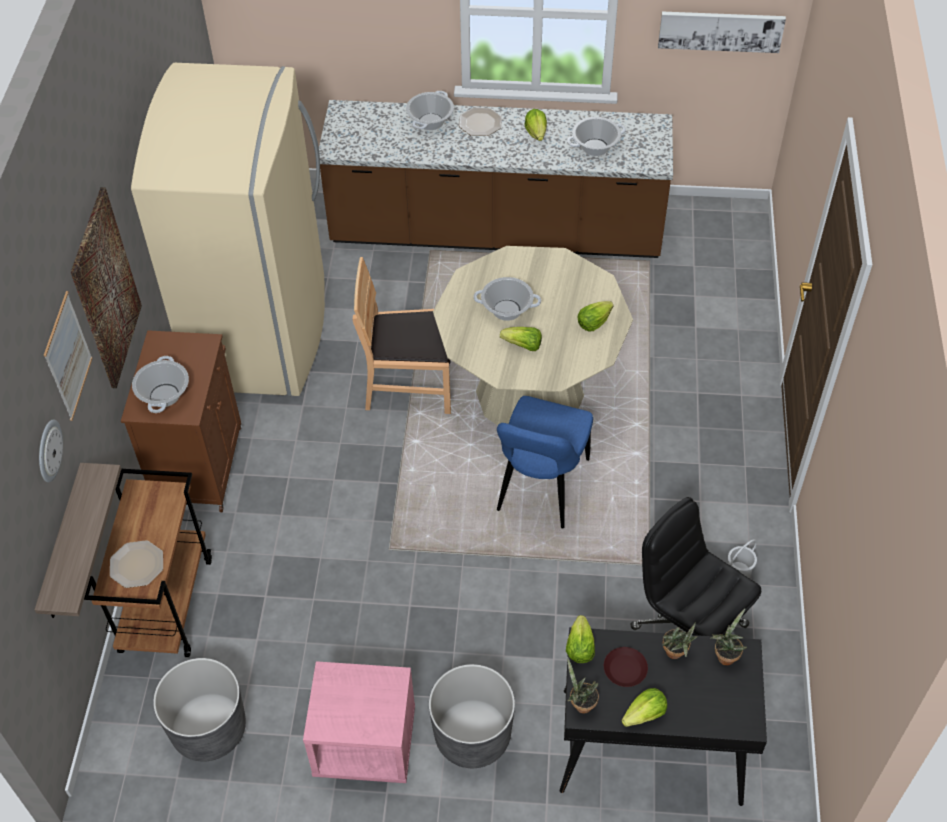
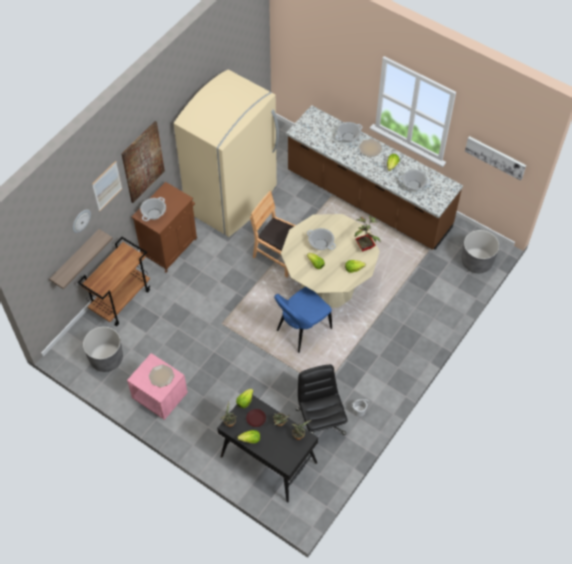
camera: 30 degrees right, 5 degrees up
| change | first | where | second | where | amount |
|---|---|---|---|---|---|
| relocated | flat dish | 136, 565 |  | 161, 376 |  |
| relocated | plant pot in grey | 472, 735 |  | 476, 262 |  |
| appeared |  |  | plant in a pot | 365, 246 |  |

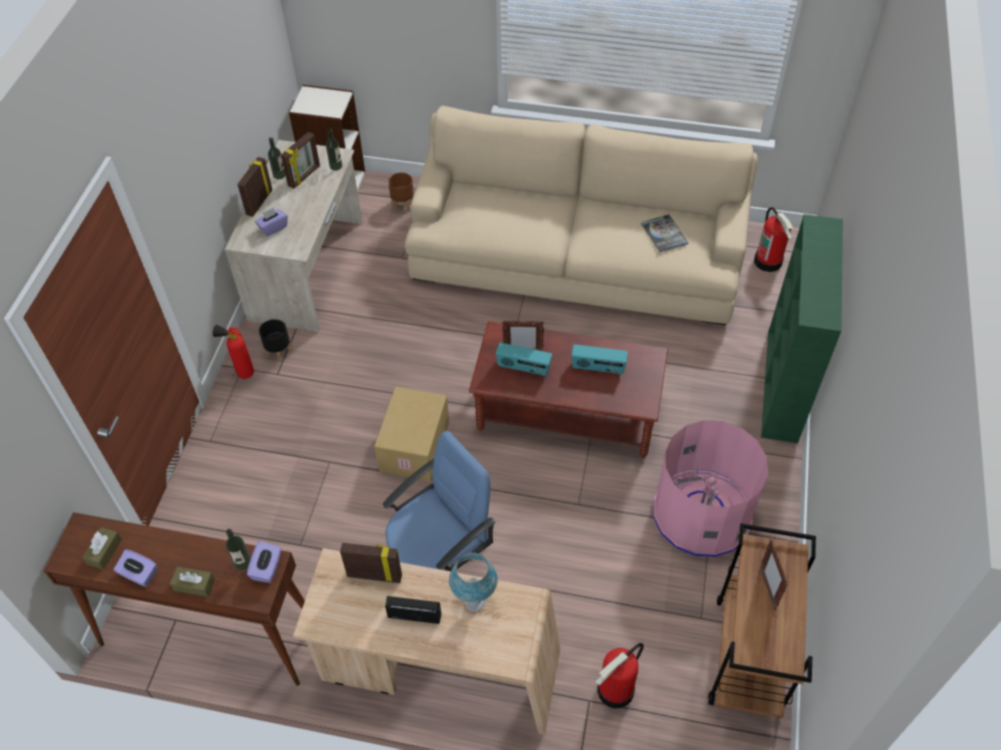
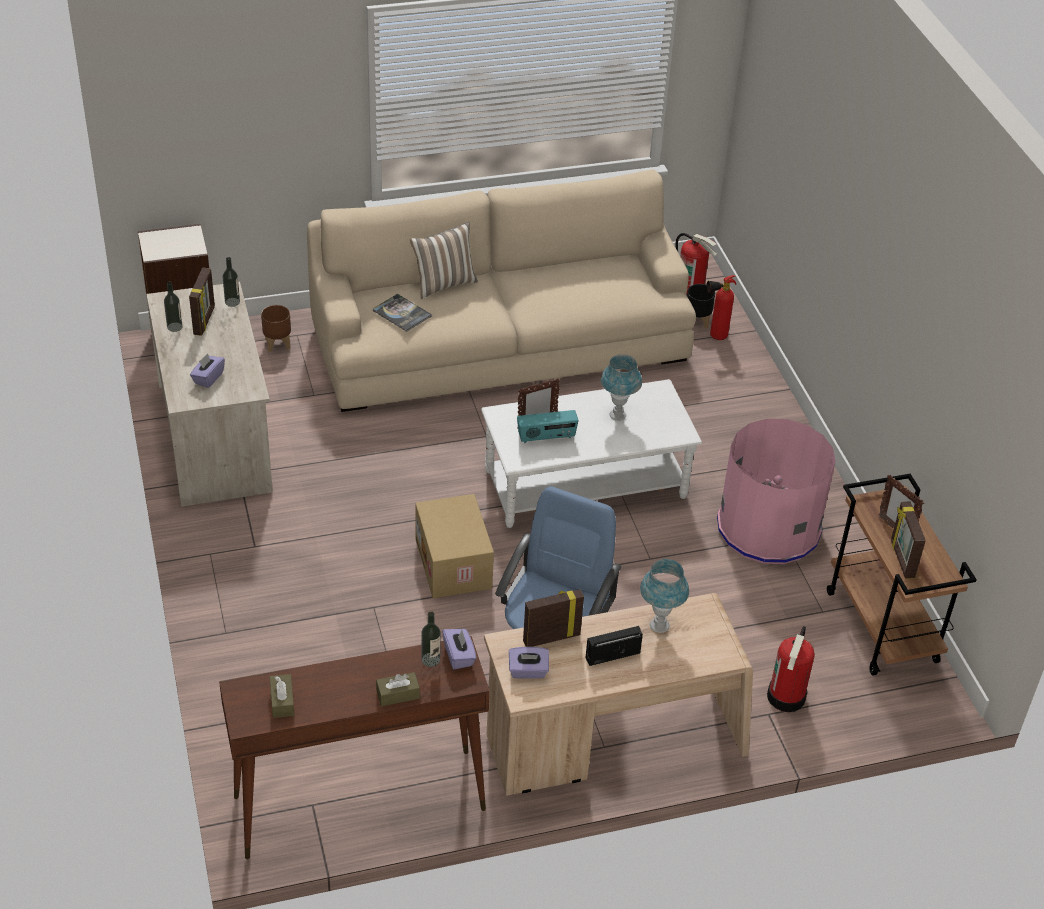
camera: 30 degrees left, 10 degrees down
| change | first | where | second | where | amount |
|---|---|---|---|---|---|
| relocated | tissue box in purple | 139, 574 |  | 528, 671 |  |
| relocated | fire extinguisher | 242, 373 |  | 714, 337 |  |
| relocated | picture frame | 258, 202 |  | 901, 559 |  |
| relocated | plant pot in blackish | 278, 352 |  | 696, 321 |  |
| colour | lounge table in brown | 567, 413 | lounge table in whitish | 586, 484 |  |
| exchanged | radio | 598, 368 | table lamp in bluish | 617, 415 |  |
| relocated | bound book | 664, 234 |  | 402, 313 |  |
| missing | bookshelf in greenish | 782, 386 |  |  |  |
| appeared |  |  | pillow | 443, 284 |  |

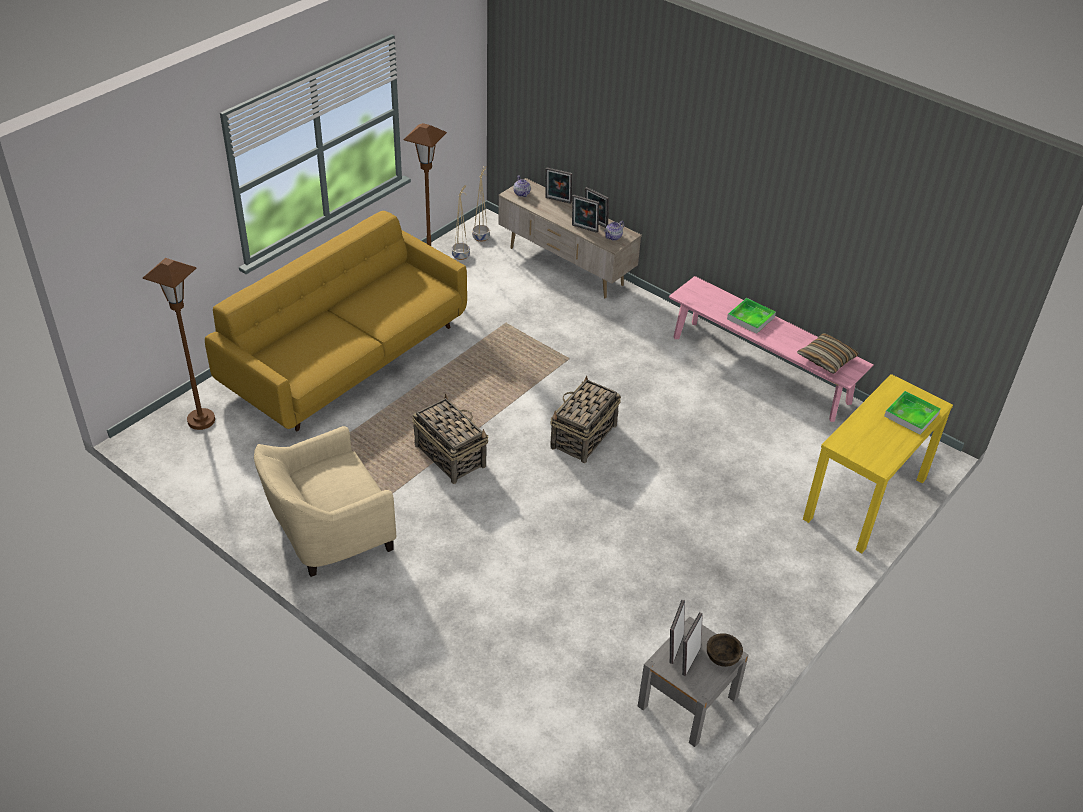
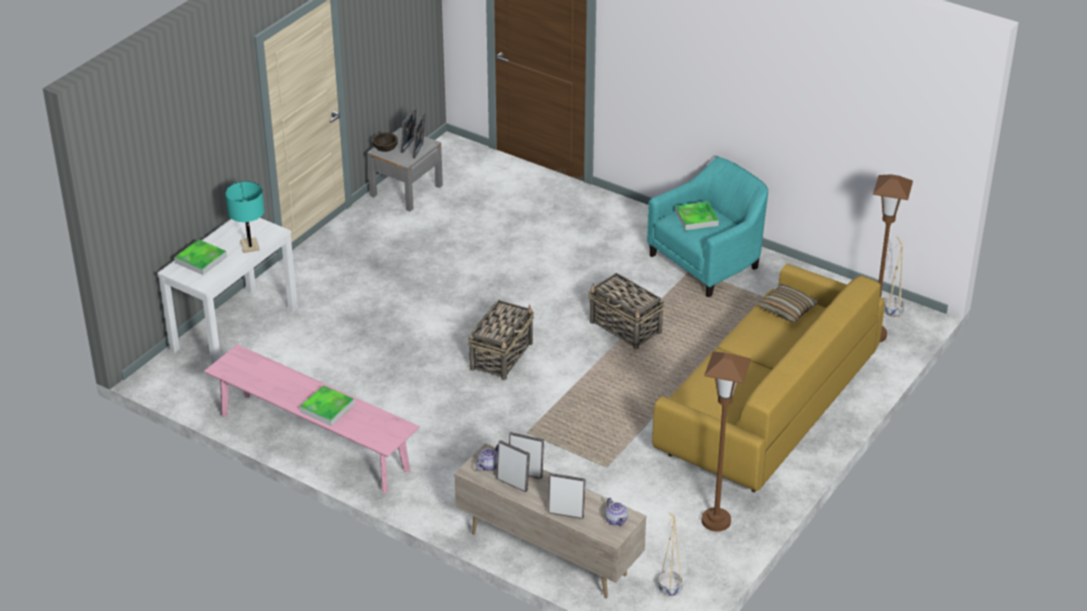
camera: 175 degrees right, 5 degrees down
| change | first | where | second | where | amount |
|---|---|---|---|---|---|
| colour | armchair in sand-coloured | 328, 532 | armchair in blue-green | 708, 262 |  |
| relocated | plant pot in sand-coloured | 461, 255 |  | 892, 311 |  |
| relocated | pillow | 826, 359 |  | 787, 309 |  |
| colour | console table in yellow | 865, 499 | console table in whitish | 234, 328 |  |
| appeared |  |  | table lamp in blue-green | 249, 245 |  |
| appeared |  |  | tray | 696, 218 |  |

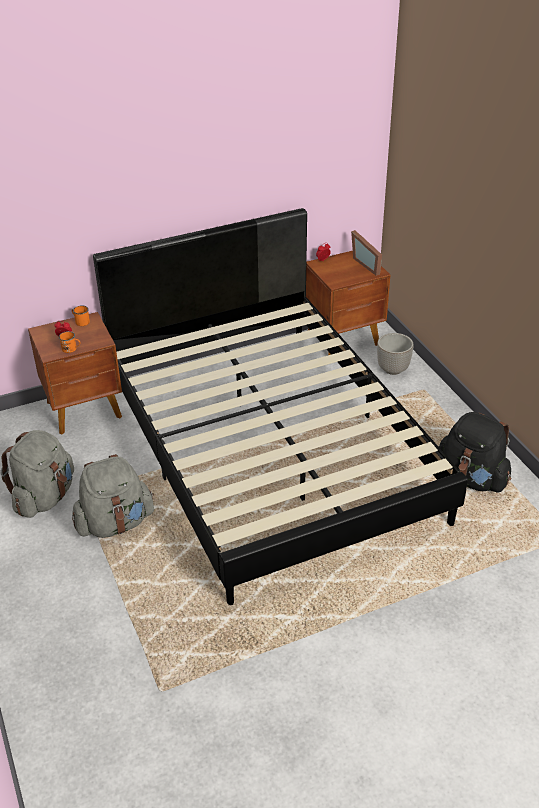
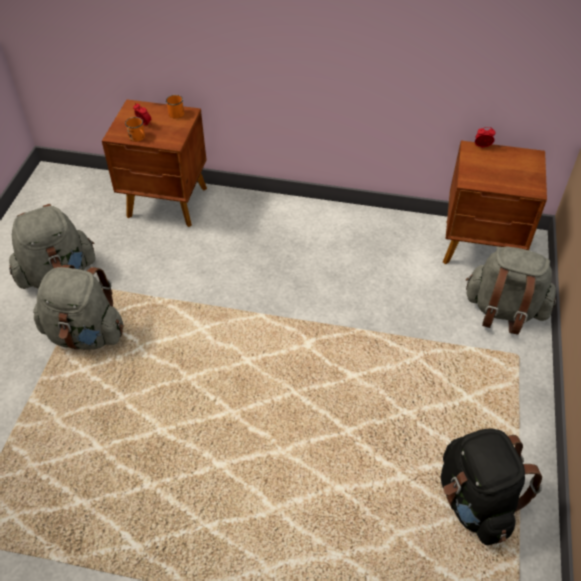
camera: 35 degrees right, 10 degrees up
| change | first | where | second | where | amount |
|---|---|---|---|---|---|
| missing | bedroom bed in blackish | 270, 448 |  |  |  |
| missing | picture frame | 368, 264 |  |  |  |
| exchanged | plant pot | 392, 369 | knapsack in grey | 503, 311 |  |

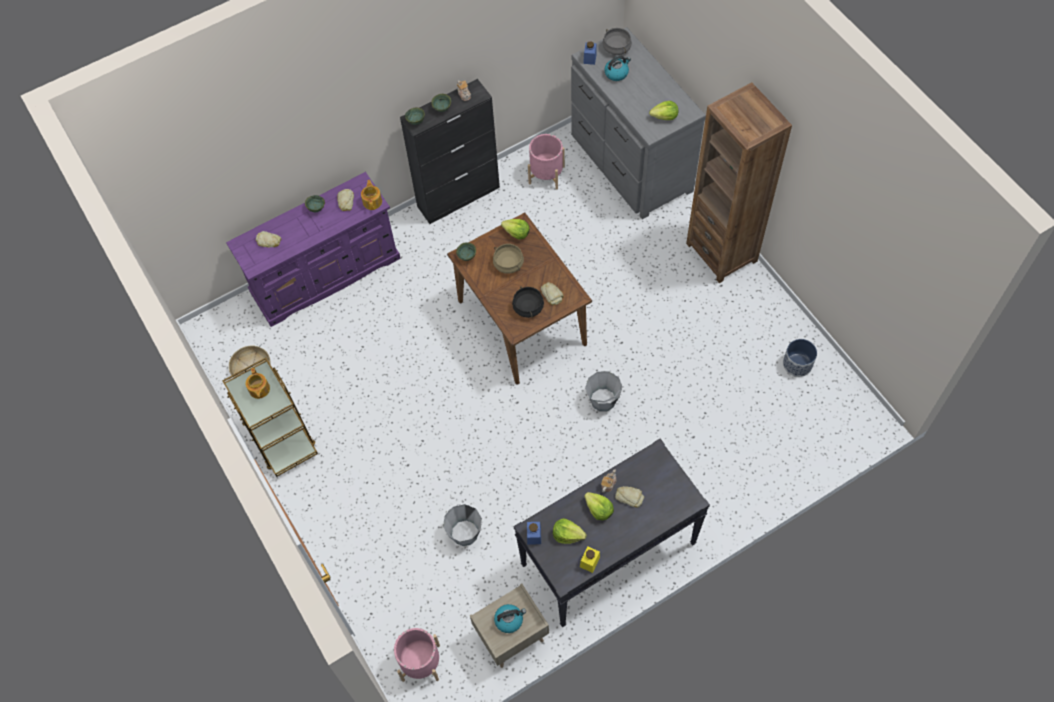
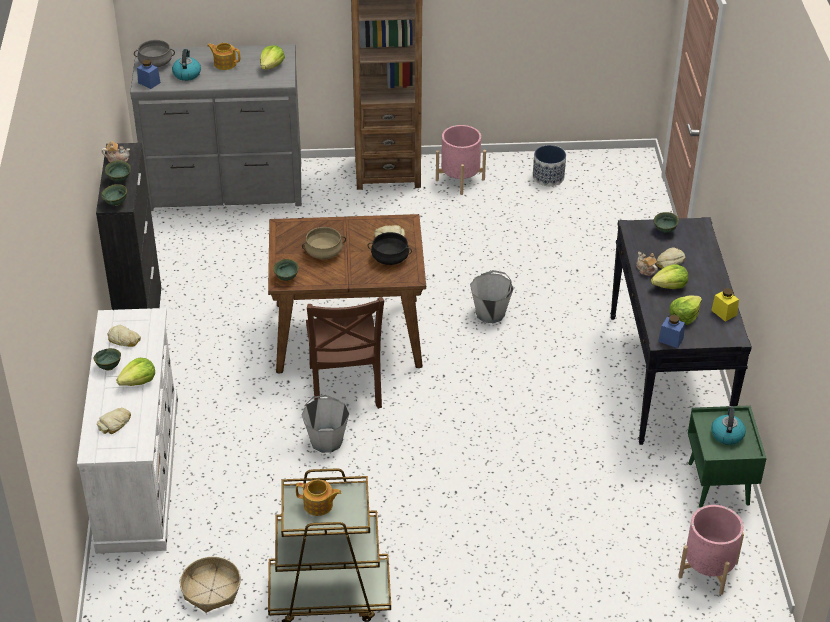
camera: 65 degrees left, 20 degrees down
| change | first | where | second | where | amount |
|---|---|---|---|---|---|
| colour | dresser in purple | 326, 274 | dresser in whitish | 138, 471 |  |
| relocated | teapot | 372, 201 |  | 224, 63 |  |
| relocated | water bucket in grey | 465, 533 |  | 326, 440 |  |
| colour | night table in sand-coloured | 511, 638 | night table in greenish | 719, 484 |  |
| relocated | head of lettuce | 516, 233 |  | 138, 381 |  |
| relocated | plant pot in pink-coloured | 546, 175 |  | 460, 180 |  |
| appeared |  |  | chair in brown | 344, 389 |  |
| appeared |  |  | deep dish in greenish | 665, 230 |  |

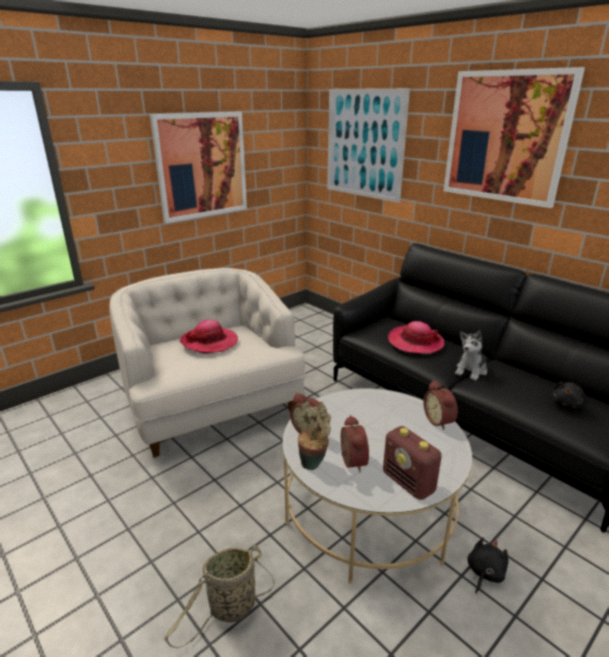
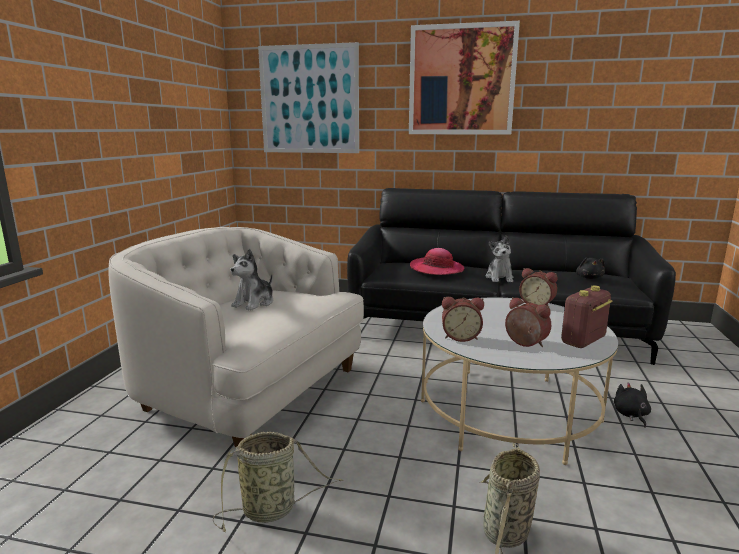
camera: 35 degrees left, 10 degrees down
| change | first | where | second | where | amount |
|---|---|---|---|---|---|
| missing | wall picture | 202, 166 |  |  |  |
| exchanged | wearable hat | 209, 342 | cuddly toy | 254, 303 |  |
| missing | plant in a pot | 314, 462 |  |  |  |
| spun | radio | 409, 483 |  | 583, 341 | 120 degrees clockwise |
| appeared |  |  | storage basket | 273, 509 |  |

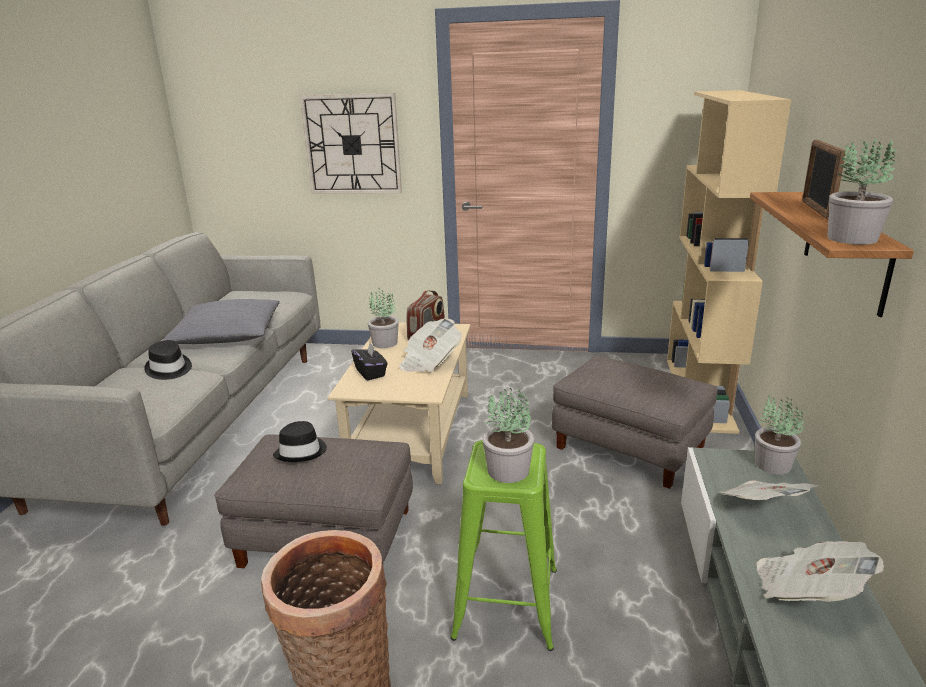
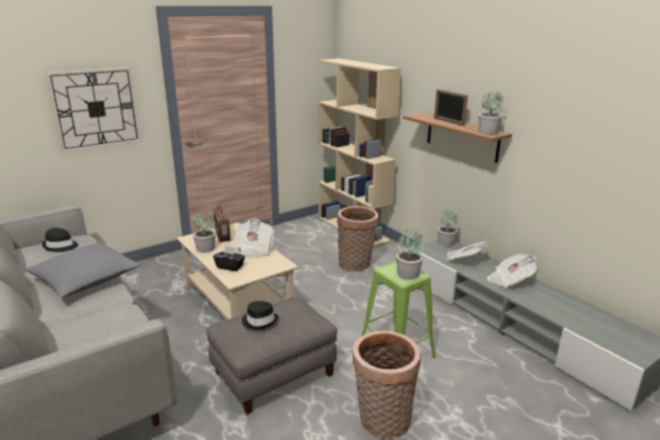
camera: 45 degrees left, 0 degrees up
| change | first | where | second | where | amount |
|---|---|---|---|---|---|
| relocated | wearable hat in blackish | 169, 369 |  | 60, 246 |  |
| exchanged | ottoman in grey | 630, 446 | storage basket | 356, 264 |  |

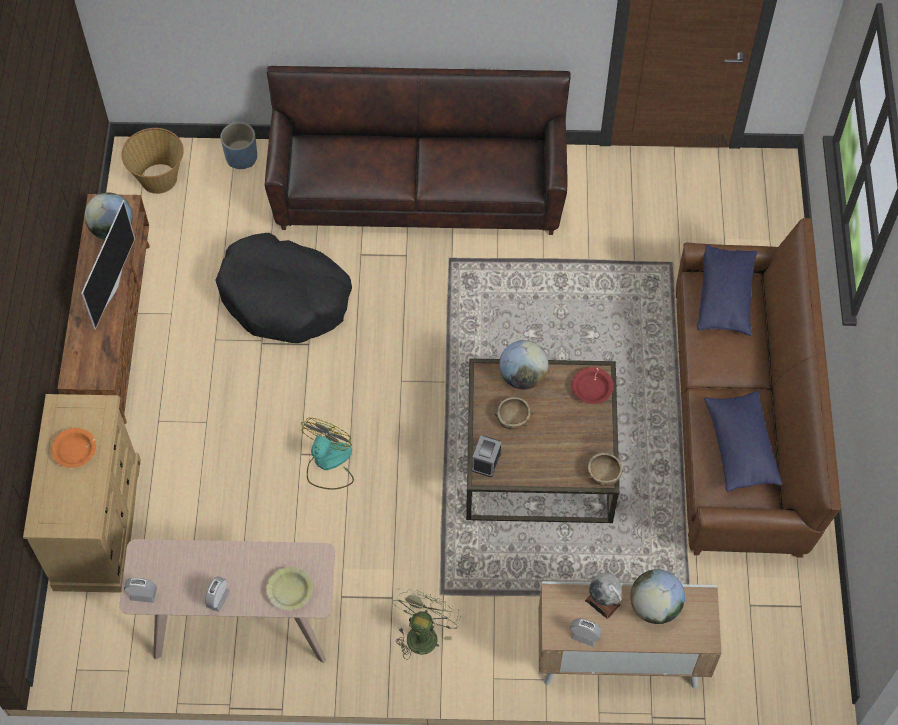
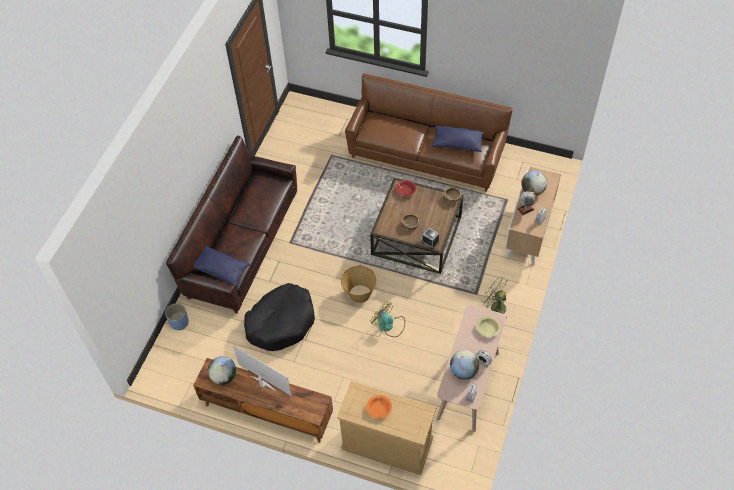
camera: 70 degrees left, 5 degrees down
| change | first | where | second | where | amount |
|---|---|---|---|---|---|
| relocated | storage basket | 159, 178 |  | 359, 293 |  |
| relocated | desk globe | 522, 376 |  | 463, 371 |  |
| relocated | pillow in bluish | 725, 297 |  | 221, 269 |  |

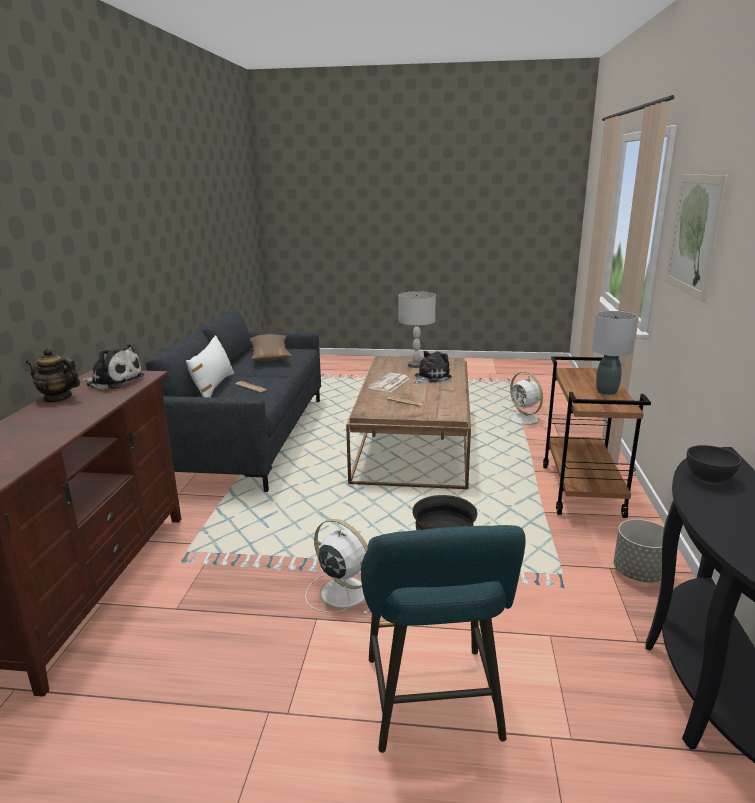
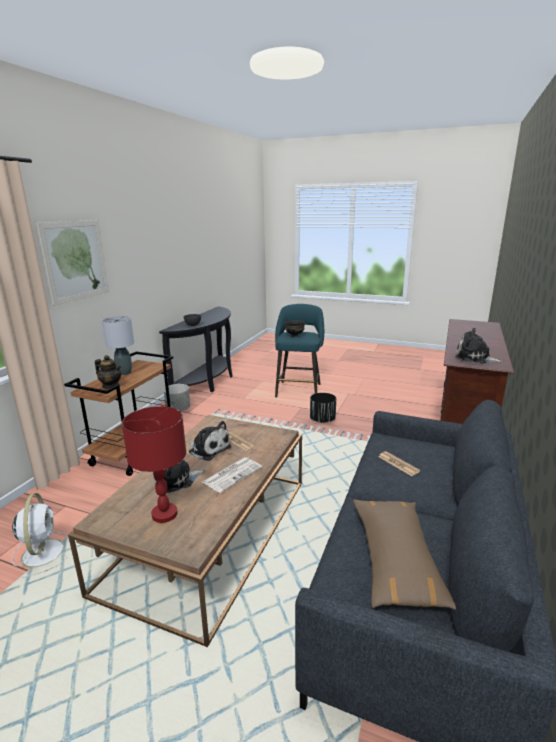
camera: 165 degrees left, 0 degrees up
| change | first | where | second | where | amount |
|---|---|---|---|---|---|
| relocated | teapot | 57, 398 |  | 111, 386 |  |
| missing | pillow in whitish | 213, 387 |  |  |  |
| exchanged | cooling fan in whitish | 342, 592 | plant pot in blackish | 322, 420 |  |
| colour | table lamp in grey | 416, 365 | table lamp in reddish | 164, 514 |  |
| appeared |  |  | cuddly toy | 208, 449 |  |

